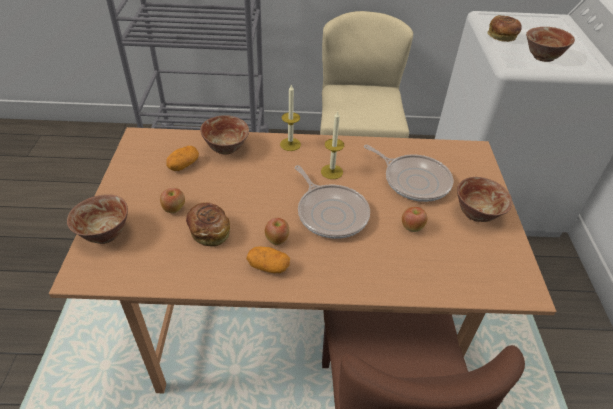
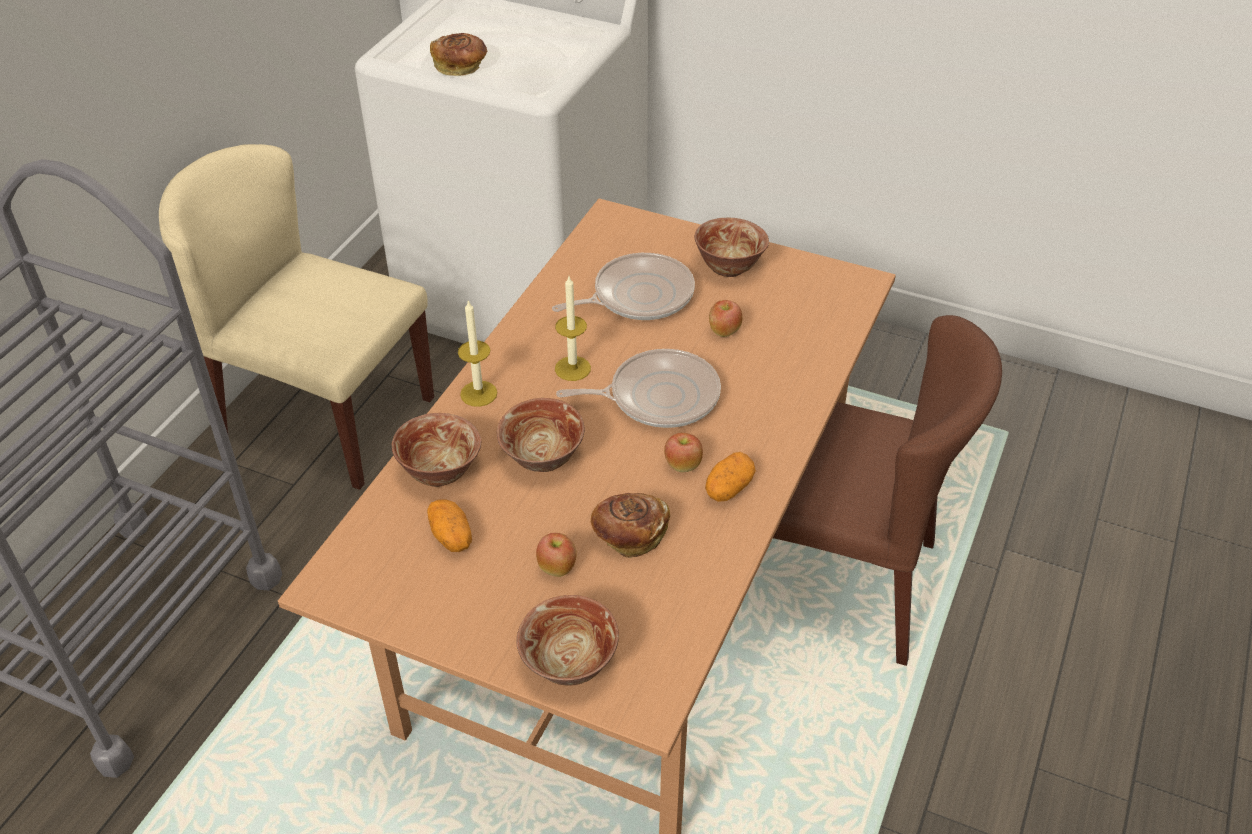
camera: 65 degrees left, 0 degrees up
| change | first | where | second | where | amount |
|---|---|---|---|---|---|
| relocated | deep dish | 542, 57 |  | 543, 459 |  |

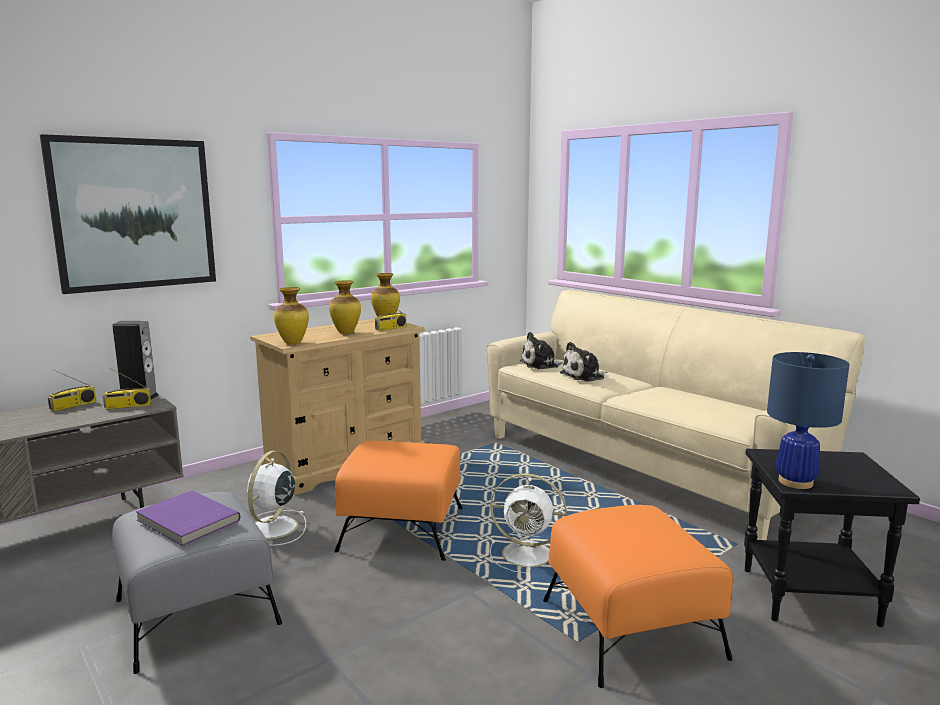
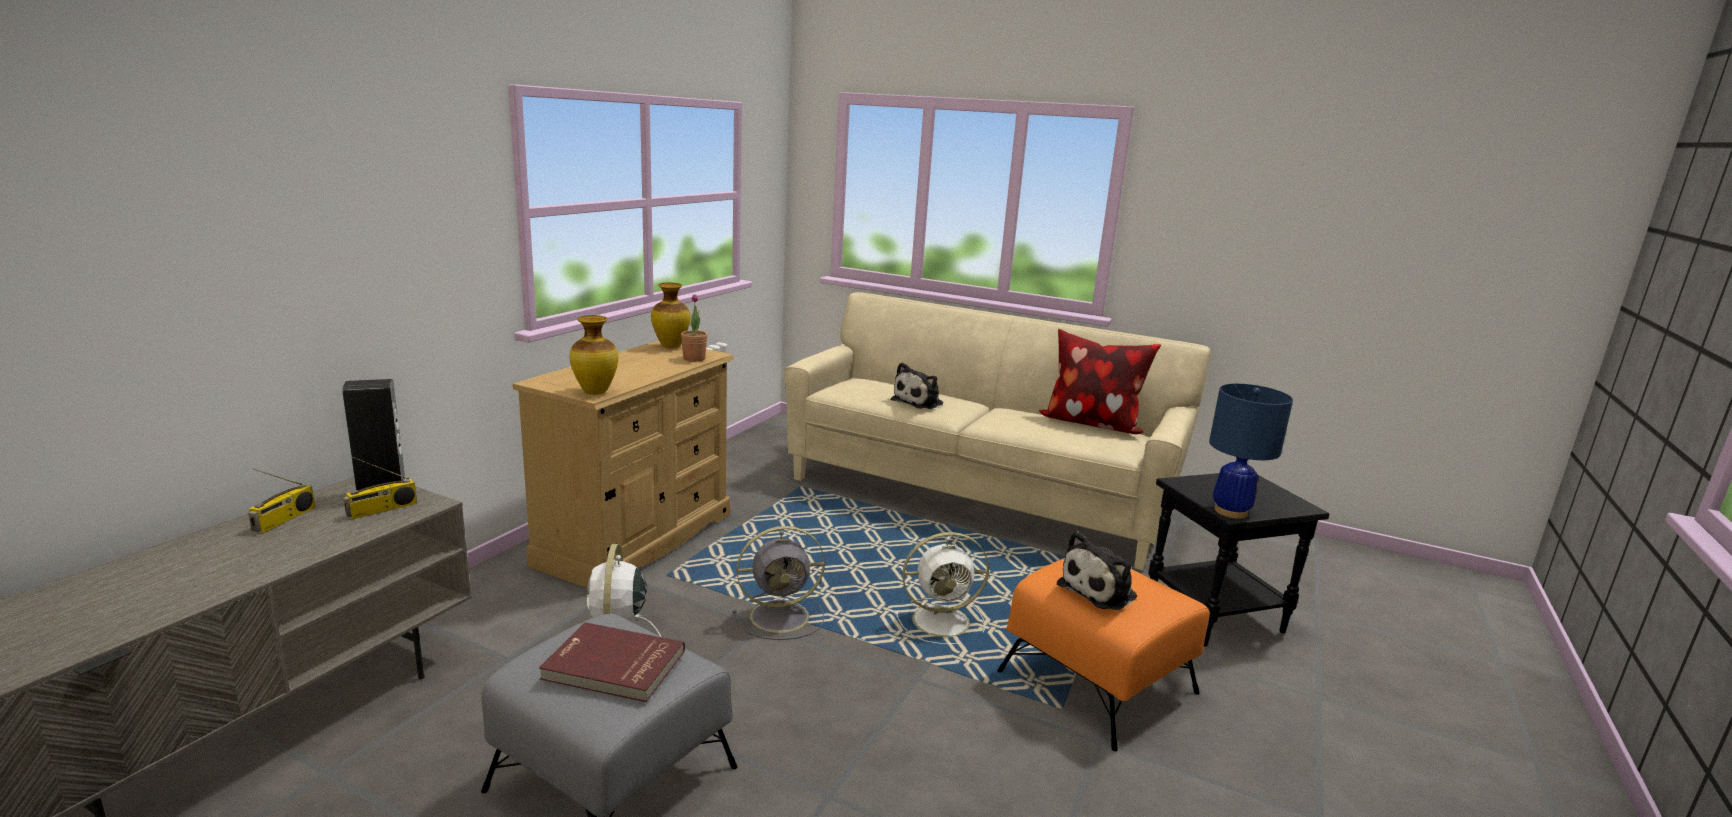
camera: 25 degrees left, 5 degrees up
| change | first | where | second | where | amount |
|---|---|---|---|---|---|
| missing | wall picture | 134, 214 |  |  |  |
| colour | bound book in purple | 186, 521 | bound book in reddish | 613, 666 |  |
| missing | vase | 346, 333 |  |  |  |
| exchanged | ottoman in orangey | 403, 529 | cooling fan in grey | 782, 616 |  |
| exchanged | radio | 390, 328 | plant in a pot | 694, 359 |  |
| relocated | cuddly toy | 541, 365 |  | 1100, 590 |  |
| appeared |  |  | pillow | 1091, 424 |  |

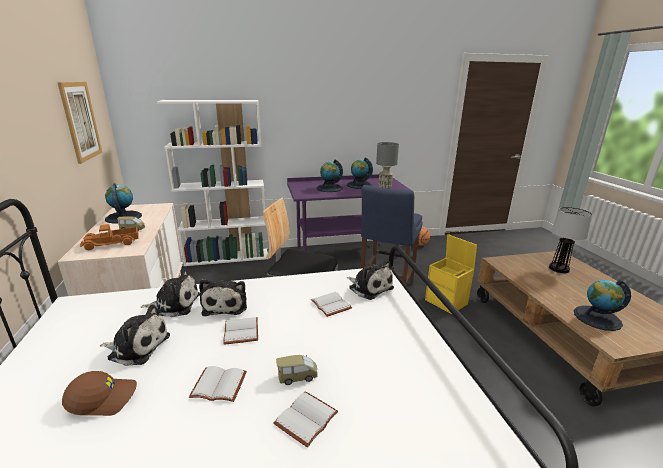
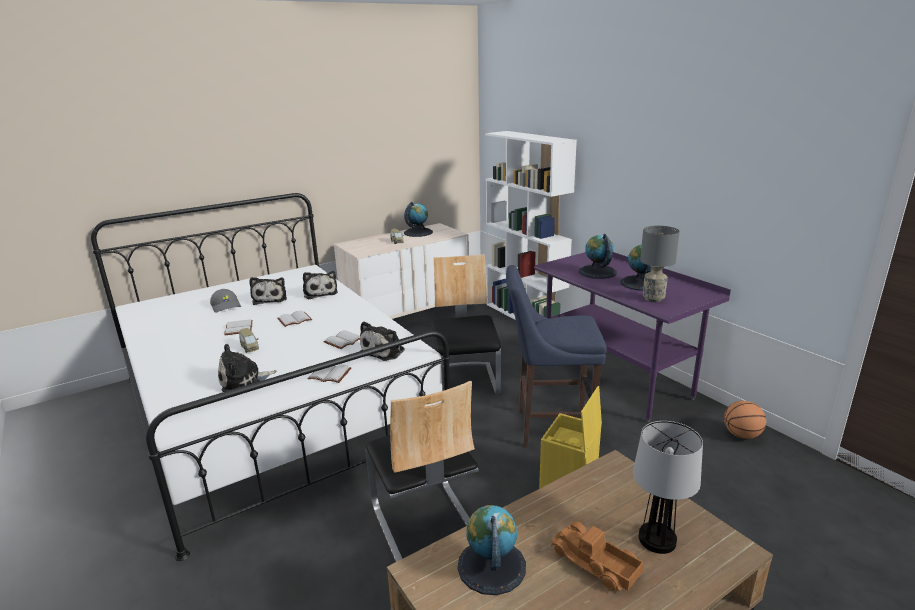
camera: 70 degrees right, 0 degrees up
| change | first | where | second | where | amount |
|---|---|---|---|---|---|
| missing | wall picture | 81, 121 |  |  |  |
| colour | cap in brown | 103, 398 | cap in grey | 226, 306 |  |
| relocated | model truck | 112, 244 |  | 594, 564 |  |
| relocated | cuddly toy | 226, 305 |  | 244, 381 |  |
| relocated | bound book in whitish | 305, 417 |  | 331, 374 |  |
| appeared |  |  | chair | 424, 524 |  |

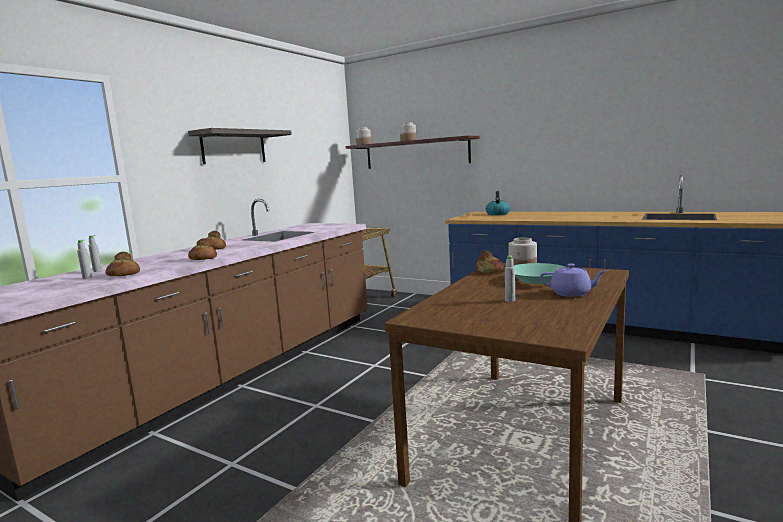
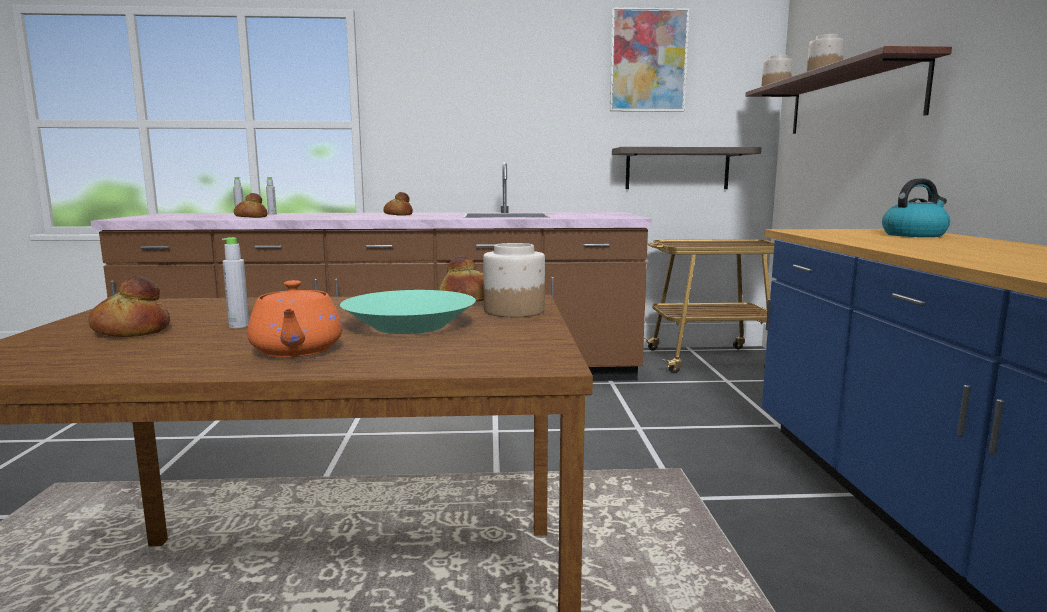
camera: 55 degrees right, 0 degrees up
| change | first | where | second | where | amount |
|---|---|---|---|---|---|
| relocated | wall shelf | 234, 147 |  | 677, 169 |  |
| relocated | bread | 203, 259 |  | 132, 331 |  |
| colour | teapot in purple | 572, 293 | teapot in orangey | 296, 351 |  |
| appeared |  |  | wall picture | 648, 60 |  |

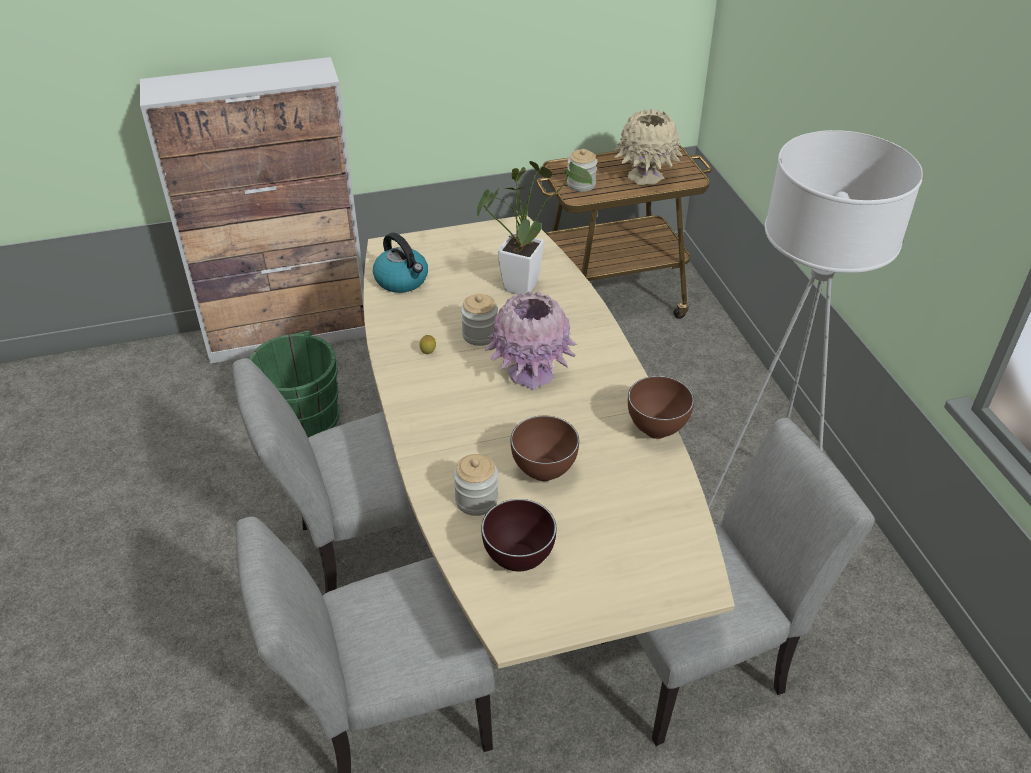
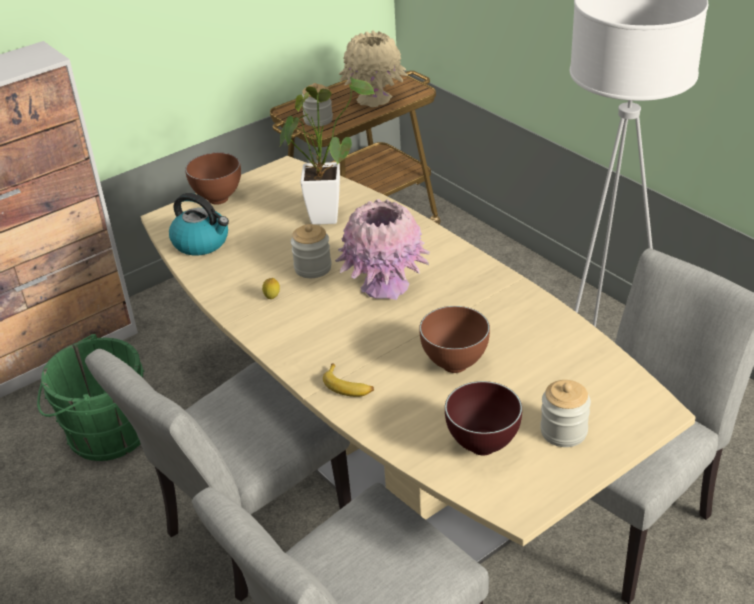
camera: 20 degrees left, 5 degrees down
| change | first | where | second | where | amount |
|---|---|---|---|---|---|
| relocated | storage jar | 476, 500 |  | 563, 431 |  |
| relocated | deep dish in brown | 657, 432 |  | 219, 200 |  |
| appeared |  |  | banana | 348, 386 |  |

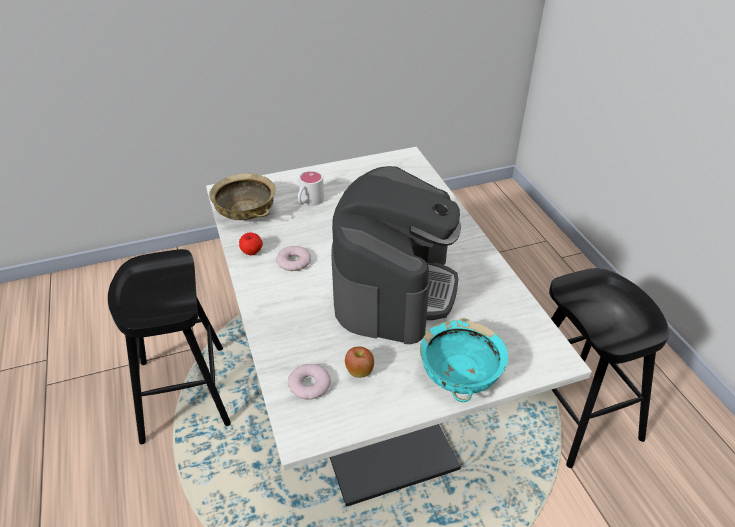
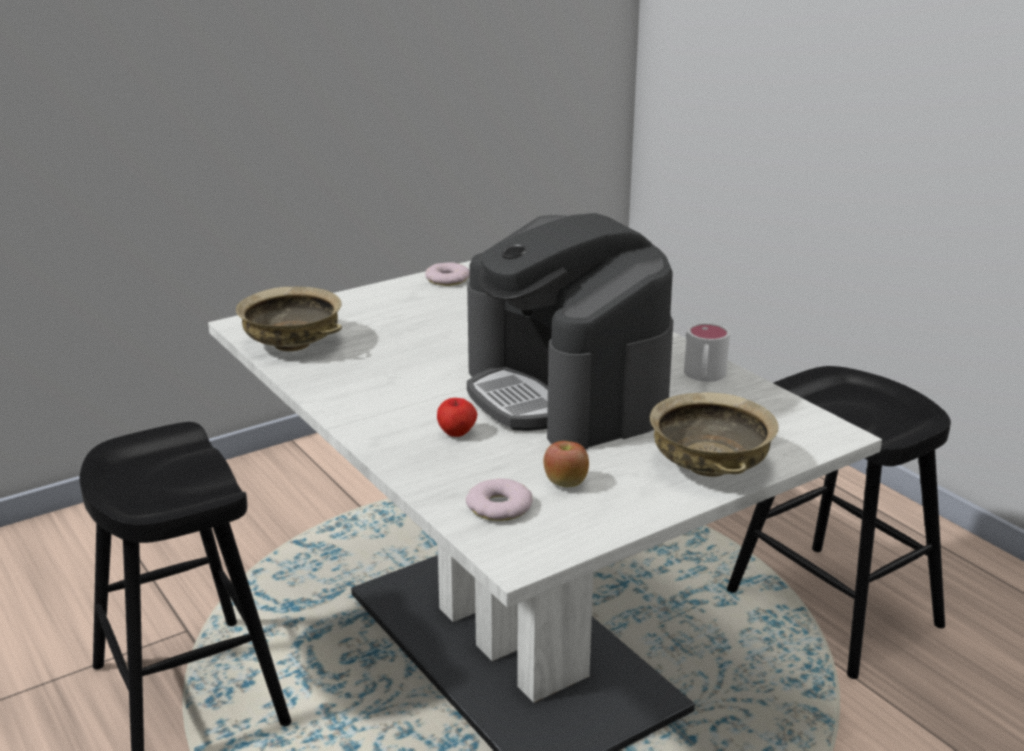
camera: 15 degrees left, 15 degrees down
| change | first | where | second | where | amount |
|---|---|---|---|---|---|
| relocated | apple fruit | 252, 252 |  | 457, 433 |  |
| relocated | donut | 293, 261 |  | 447, 279 |  |
| relocated | mug in whitish | 309, 201 |  | 704, 376 |  |
| spun | coffee machine | 394, 287 |  | 566, 394 | 150 degrees clockwise |
| colour | deep dish in blue-green | 460, 373 | deep dish in sand-coloured | 709, 465 |  |

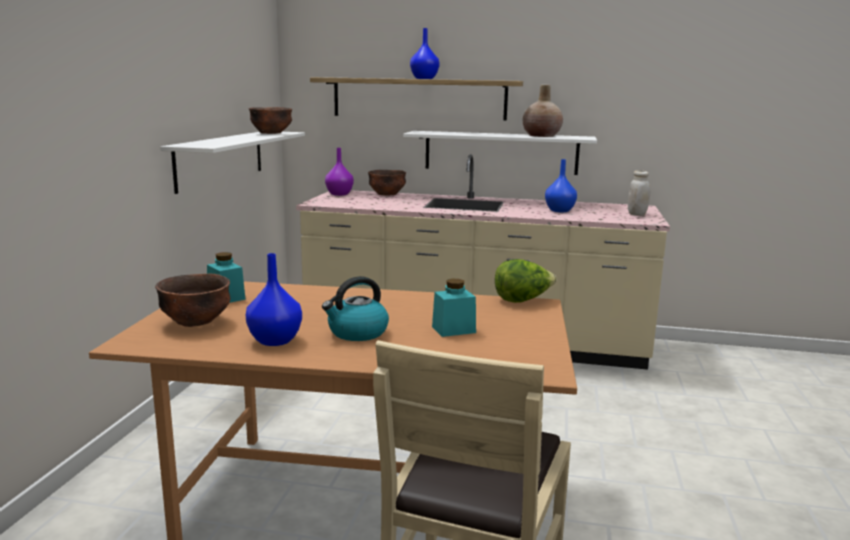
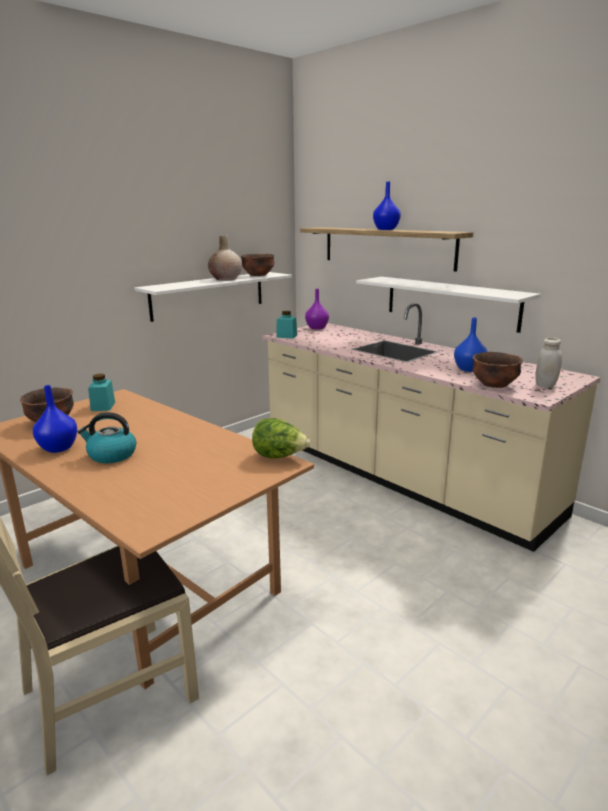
camera: 35 degrees right, 5 degrees up
| change | first | where | second | where | amount |
|---|---|---|---|---|---|
| relocated | deep dish in brown | 387, 194 |  | 494, 385 |  |
| relocated | storage jar in blue-green | 453, 330 |  | 286, 336 |  |
| relocated | vase in sand-coloured | 542, 136 |  | 226, 279 |  |

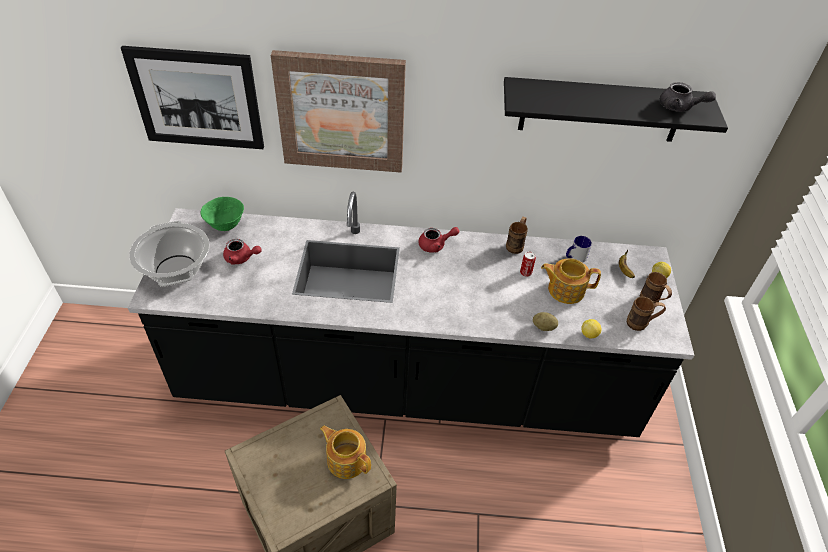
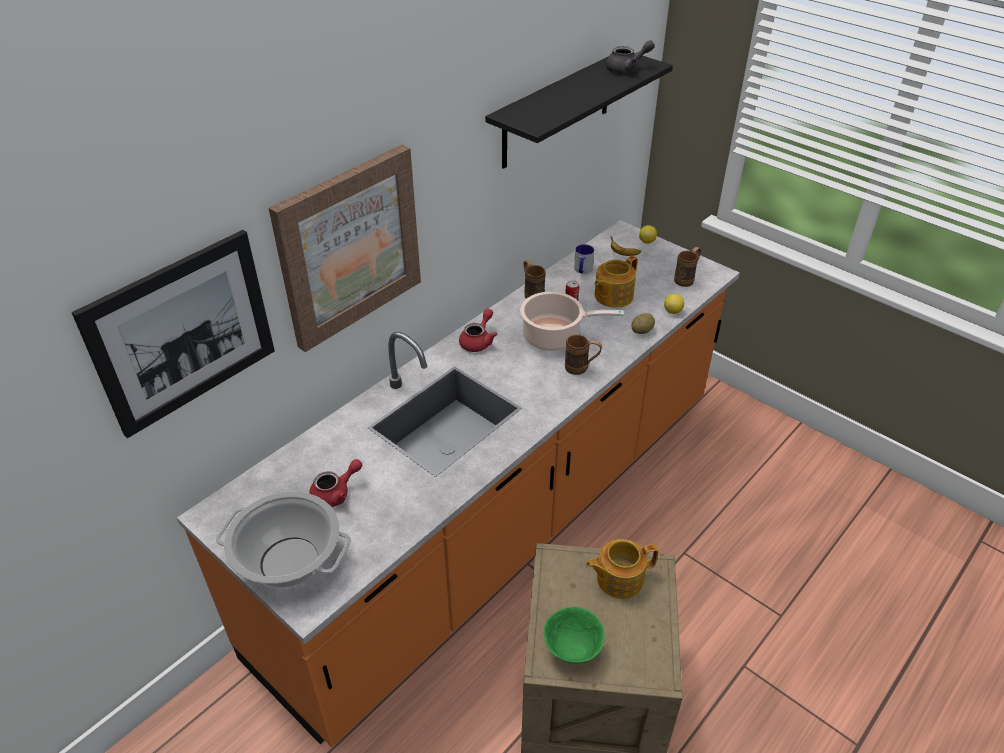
camera: 50 degrees left, 5 degrees down
| change | first | where | second | where | amount |
|---|---|---|---|---|---|
| colour | kitchen counter in blackish | 407, 383 | kitchen counter in orangey | 502, 520 |  |
| relocated | deep dish in greenish | 225, 225 |  | 572, 650 |  |
| relocated | mug in brown | 651, 302 |  | 581, 368 |  |
| appeared |  |  | saucepot | 555, 336 |  |

